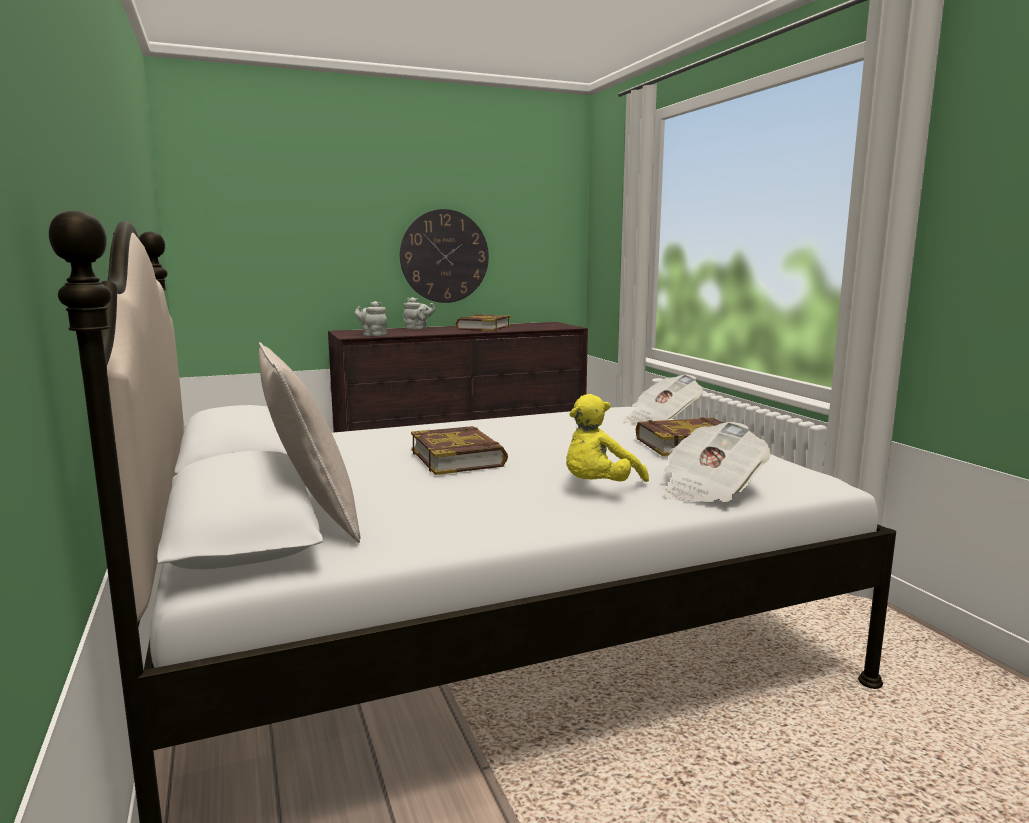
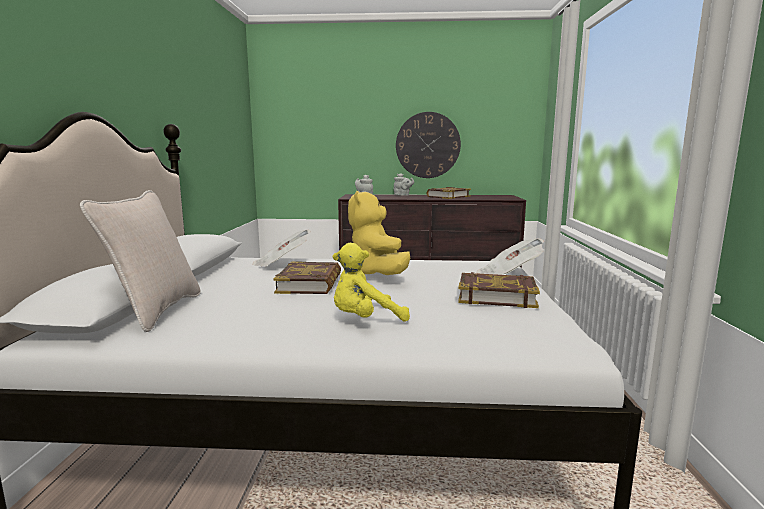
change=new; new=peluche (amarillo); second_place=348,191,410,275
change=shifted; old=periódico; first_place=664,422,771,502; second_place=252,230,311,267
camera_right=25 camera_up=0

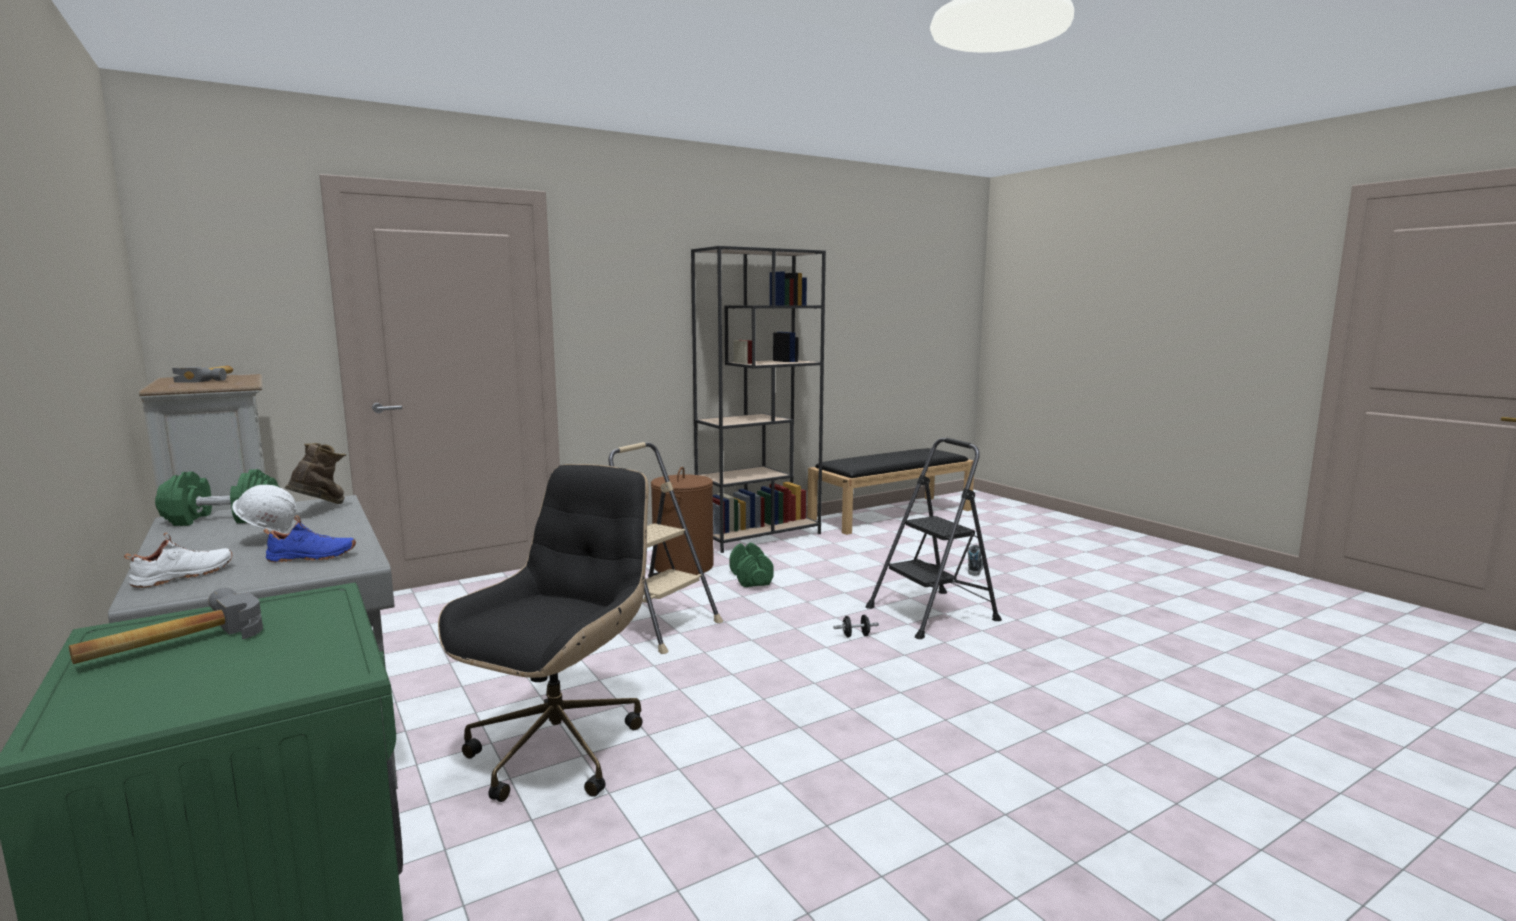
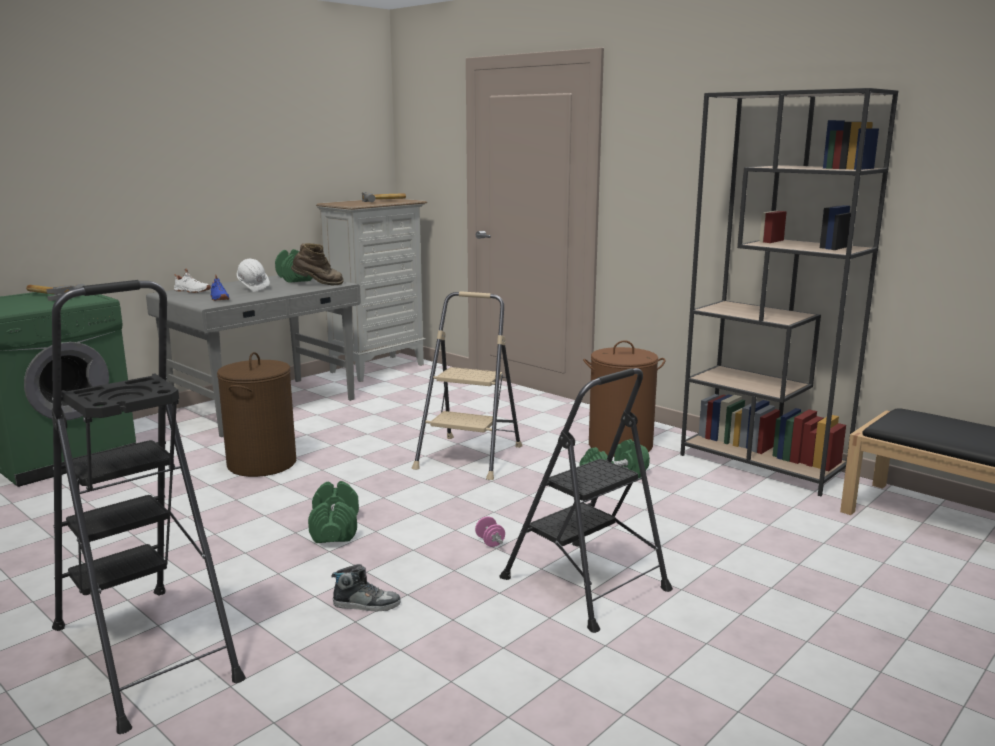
change=new; new=escalera de tijera; second_place=52,280,246,734
change=new; new=mancuerna (verde); second_place=308,481,359,543
change=shifted; old=zapato; first_place=967,545,983,576; second_place=331,564,401,611
change=swapped; old=silla de oficina (negro); new=cesto de la ropa (marrón); first_place=438,464,649,802; second_place=217,352,296,477
change=repainted; old=mancuerna (negro); new=mancuerna (rosa); first_place=833,615,879,638; second_place=475,516,505,547
camera_right=75 camera_up=5

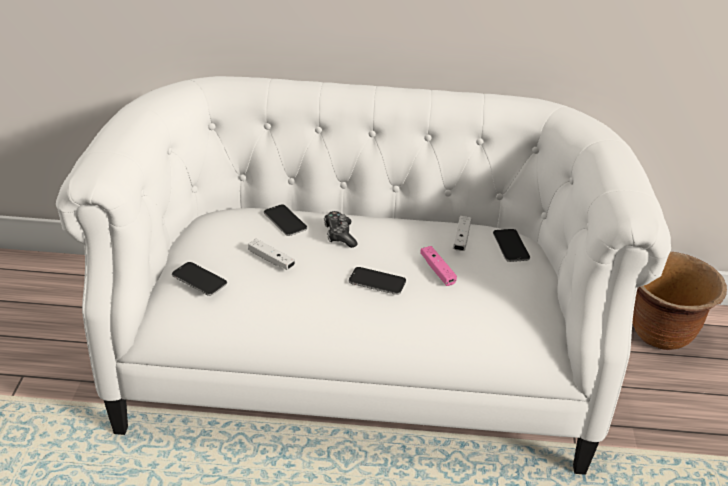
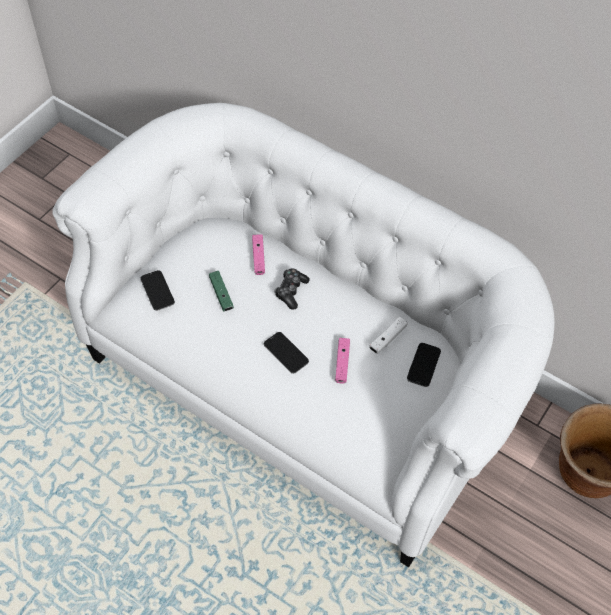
change=swapped; old=móvil; new=mando de consola (rosa); first_place=264,204,307,236; second_place=252,234,265,275
change=repainted; old=mando de consola (blanco); new=mando de consola (verde); first_place=248,239,295,270; second_place=209,271,234,311
camera_right=30 camera_up=20

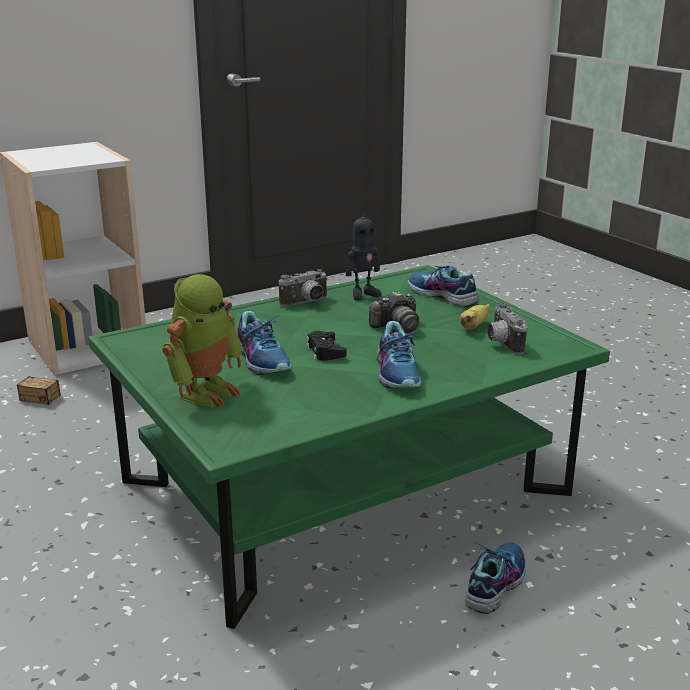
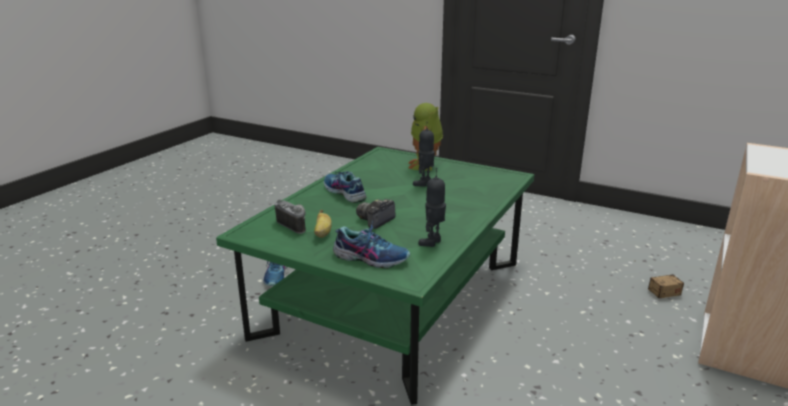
change=gone; old=cámara; first_place=279,269,328,307
change=gone; old=mando de consola (negro); first_place=306,331,346,361
change=swapped; old=zapato; new=robot de juguete; first_place=237,311,291,375; second_place=413,128,435,187
camera_right=150 camera_up=0

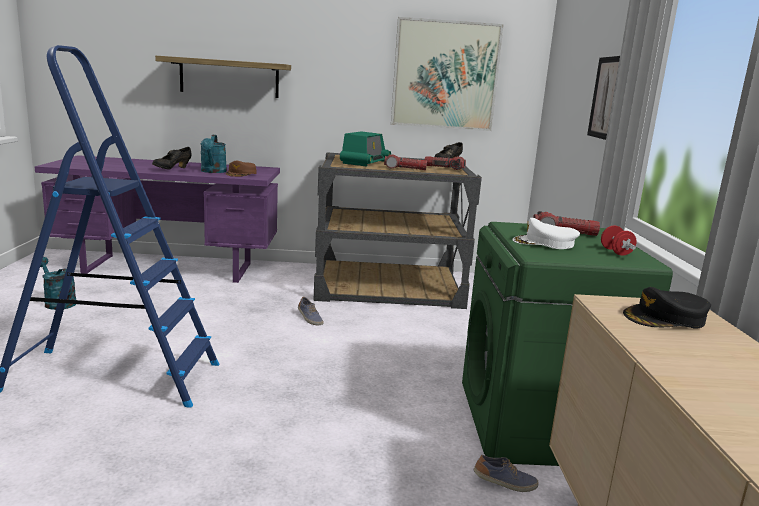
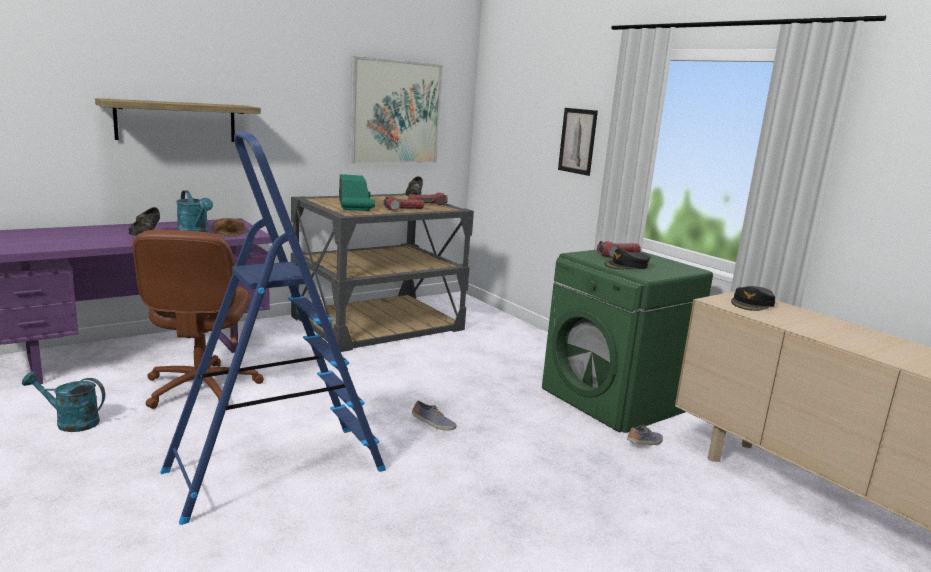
change=gone; old=mancuerna (rojo); first_place=601,225,637,256
change=new; new=silla de oficina (marrón); second_place=133,230,264,409
change=shifted; old=zapato; first_place=298,297,324,325; second_place=412,401,456,430
change=repainted; old=gorra (blanco); new=gorra (negro); first_place=512,218,580,249; second_place=605,248,650,269
camera_right=-35 camera_up=0

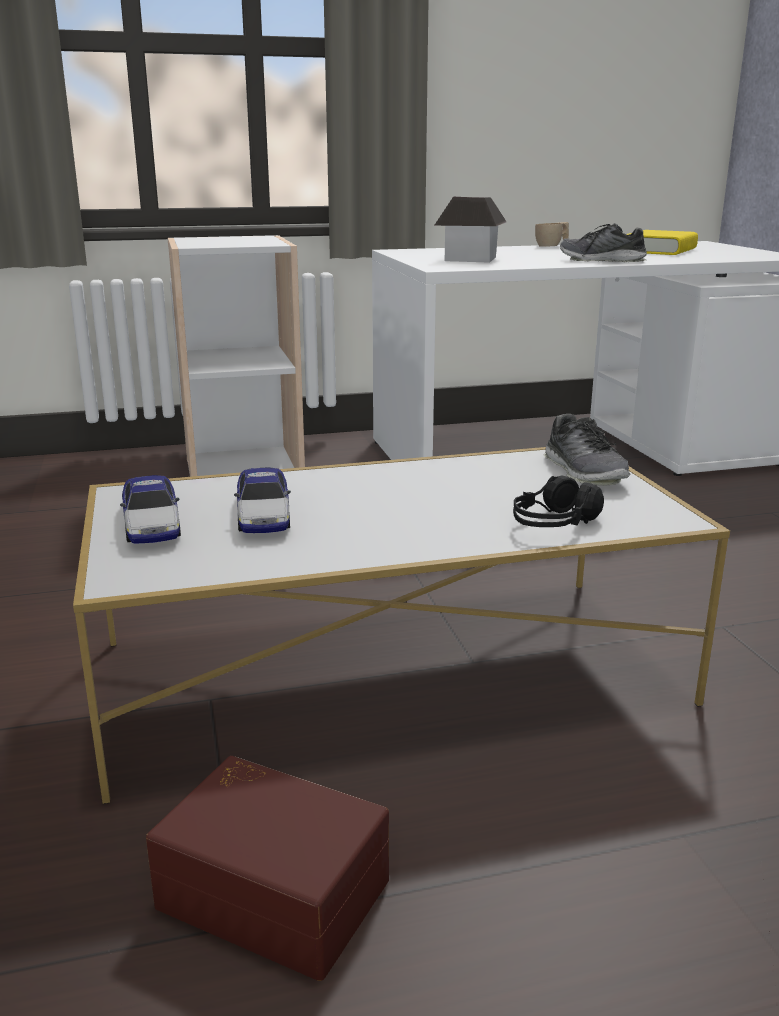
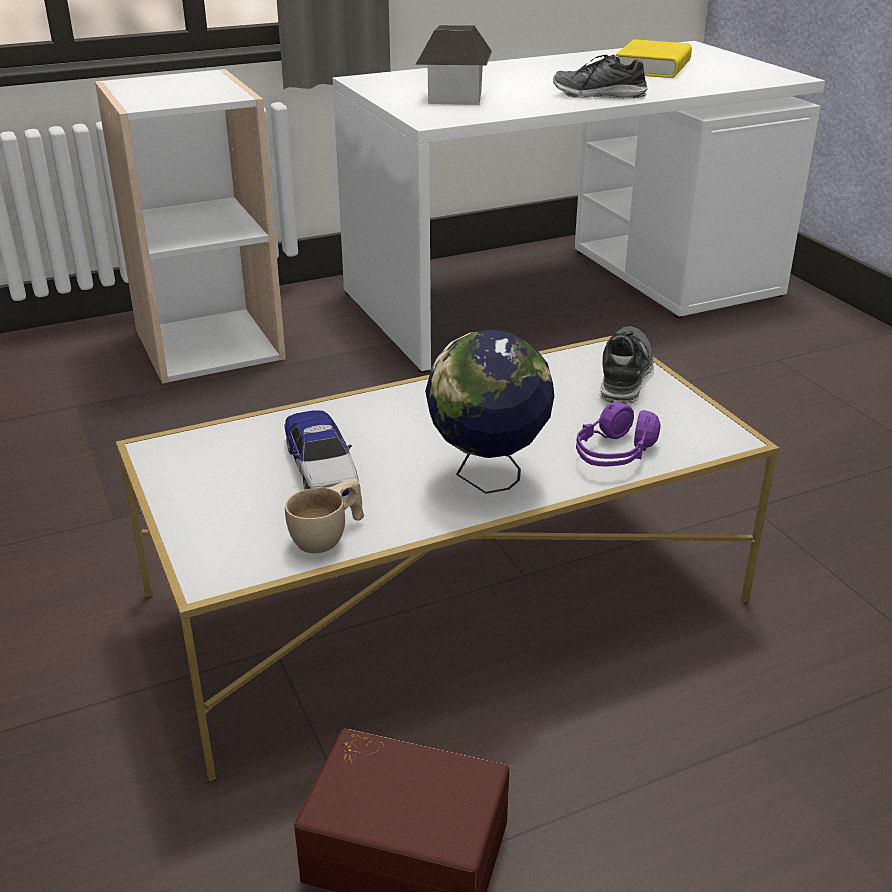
change=gone; old=coche de juguete; first_place=120,475,181,543
change=new; new=globo terráqueo; second_place=425,330,554,494
change=shifted; old=taza (beis); first_place=535,222,569,247; second_place=285,478,364,553
change=repainted; old=auriculares (negro); new=auriculares (morado); first_place=513,476,604,527; second_place=576,402,661,467
change=rotated; old=zapato; first_place=544,414,631,486; second_place=599,327,654,405; degrees=-135
camera_right=-10 camera_up=10

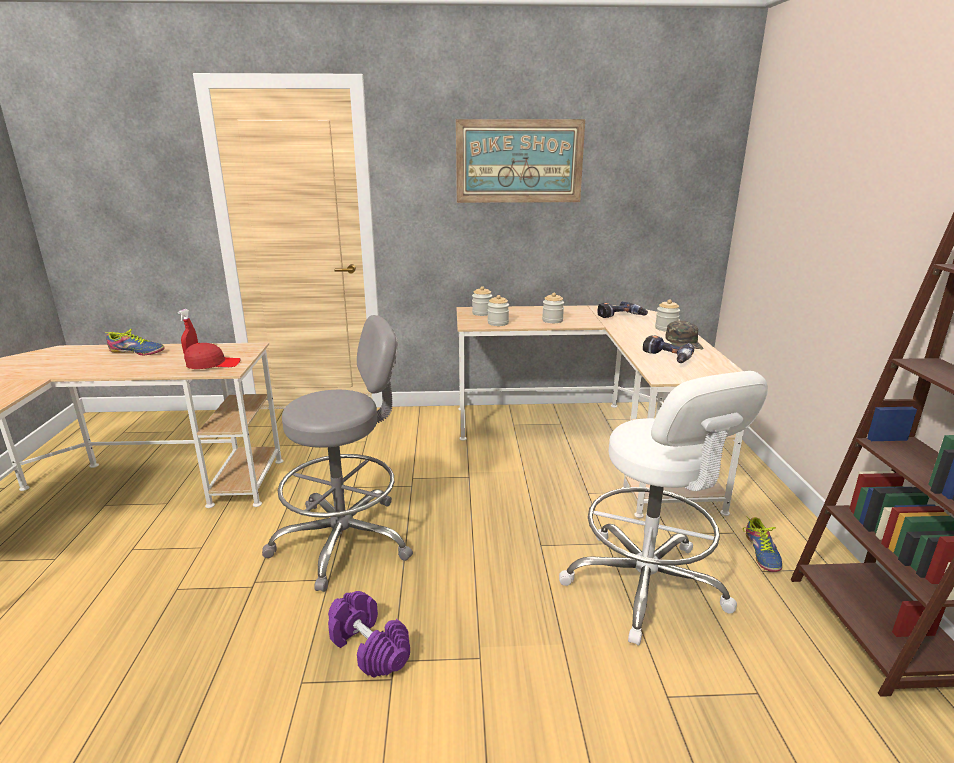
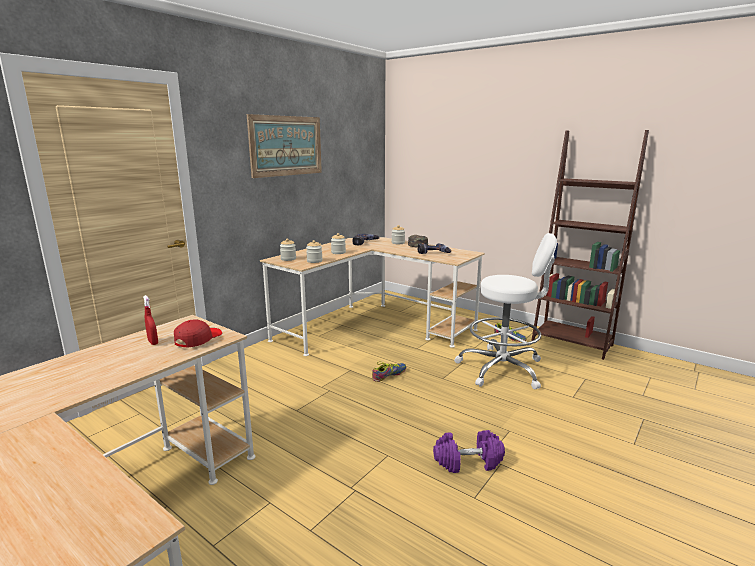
change=gone; old=taburete (gris); first_place=262,315,413,592
change=shifted; old=zapato; first_place=104,328,165,355; second_place=372,362,407,382
camera_right=-50 camera_up=-5

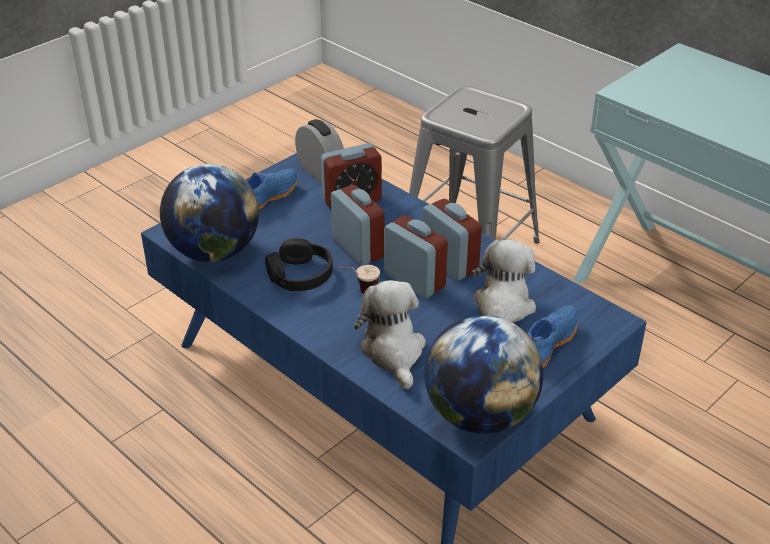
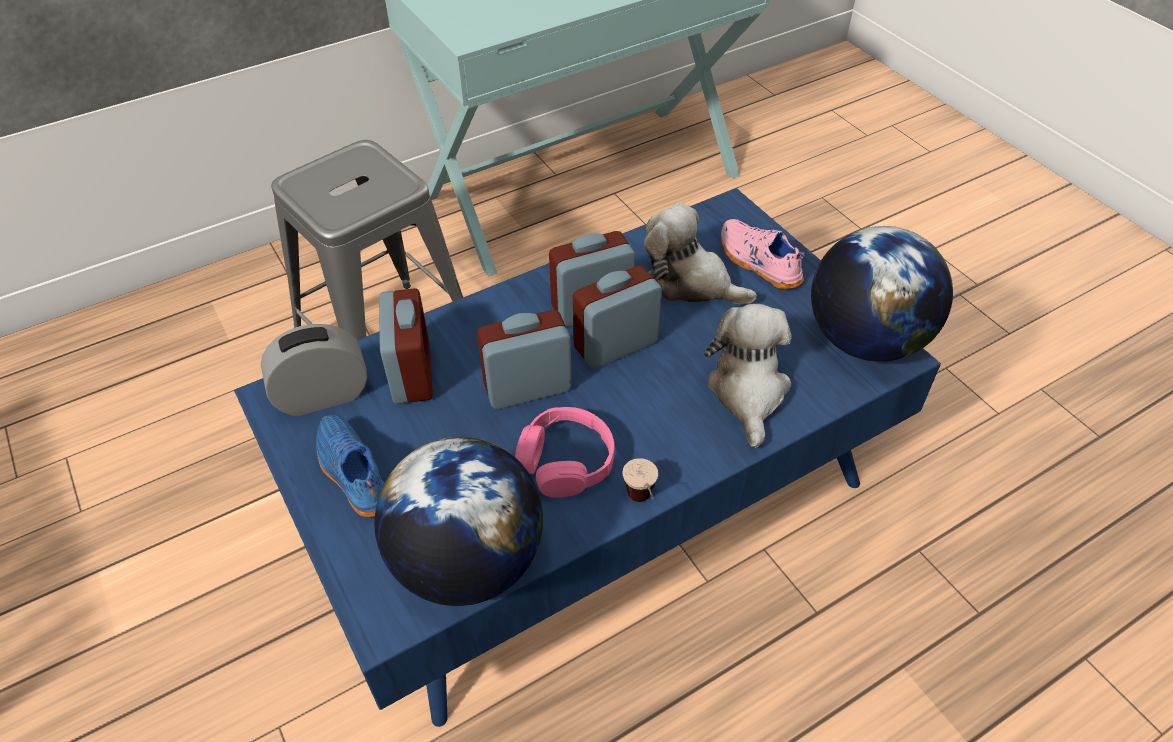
change=shifted; old=taza; first_place=338,265,380,294; second_place=623,458,658,502
change=repainted; old=auriculares (negro); new=auriculares (rosa); first_place=265,238,333,291; second_place=515,407,615,498
change=repainted; old=zapato (azul); new=zapato (rosa); first_place=528,305,579,368; second_place=721,219,806,289
change=rotated; old=peluche; first_place=354,280,426,390; second_place=704,304,792,448; degrees=90
camera_right=-75 camera_up=10

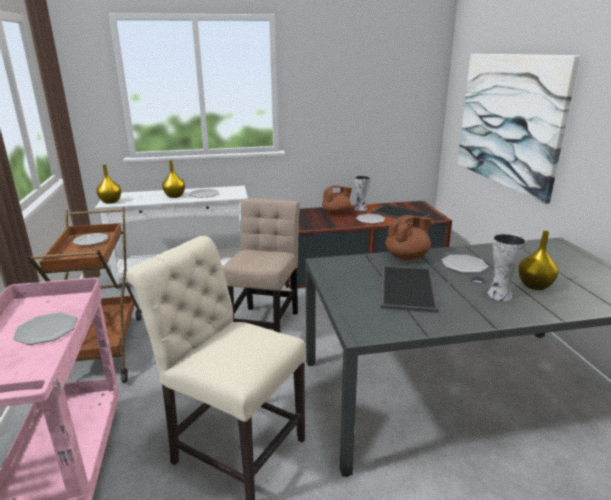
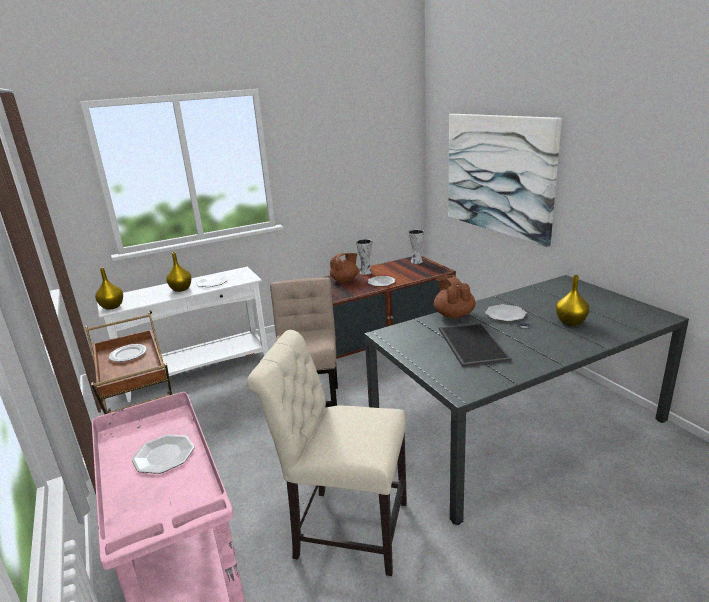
change=gone; old=bandeja; first_place=371,204,431,222
change=shifted; old=florero; first_place=487,233,527,301; second_place=408,229,424,264
change=rotated; old=tetera (marrón); first_place=385,215,432,260; second_place=434,275,476,319; degrees=-60
camera_right=-15 camera_up=0

